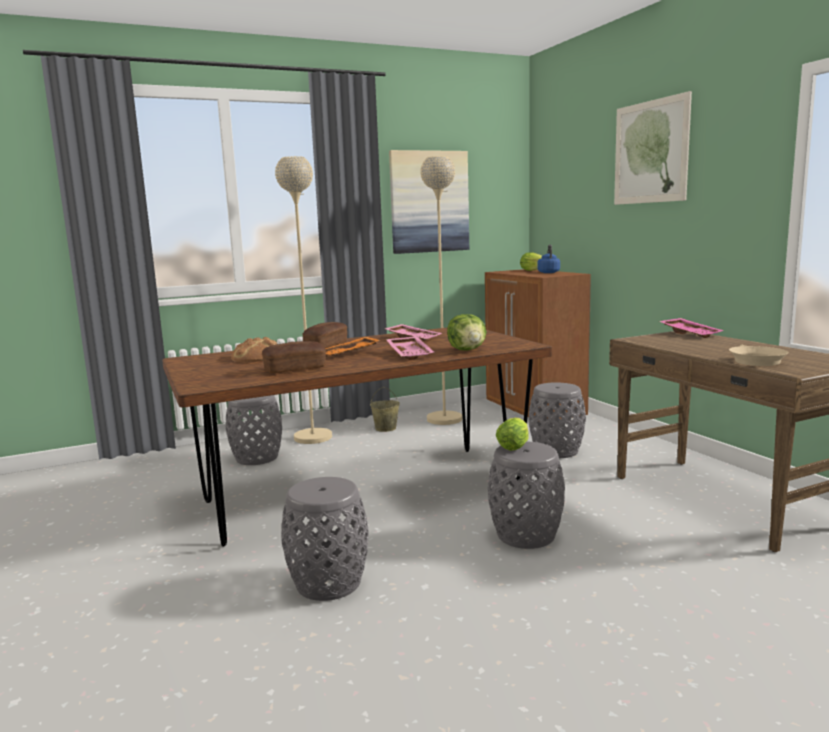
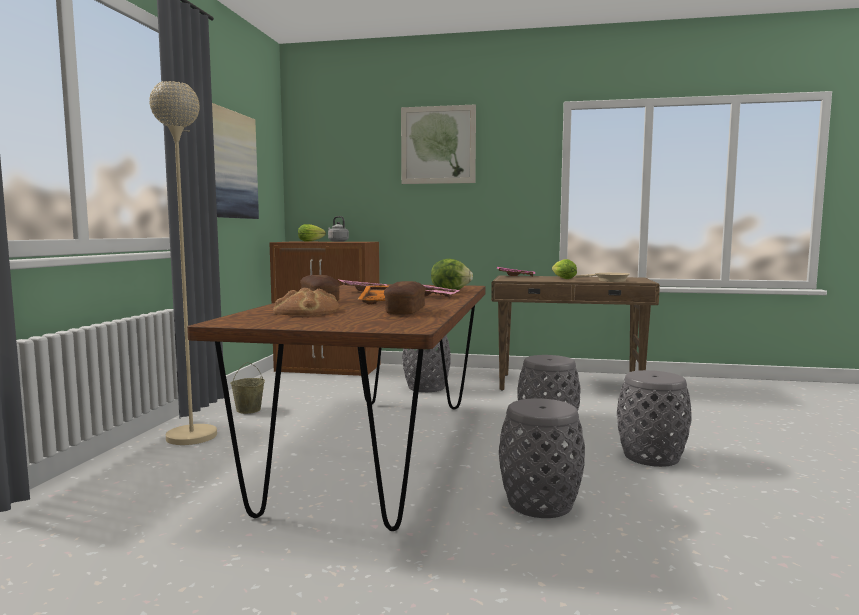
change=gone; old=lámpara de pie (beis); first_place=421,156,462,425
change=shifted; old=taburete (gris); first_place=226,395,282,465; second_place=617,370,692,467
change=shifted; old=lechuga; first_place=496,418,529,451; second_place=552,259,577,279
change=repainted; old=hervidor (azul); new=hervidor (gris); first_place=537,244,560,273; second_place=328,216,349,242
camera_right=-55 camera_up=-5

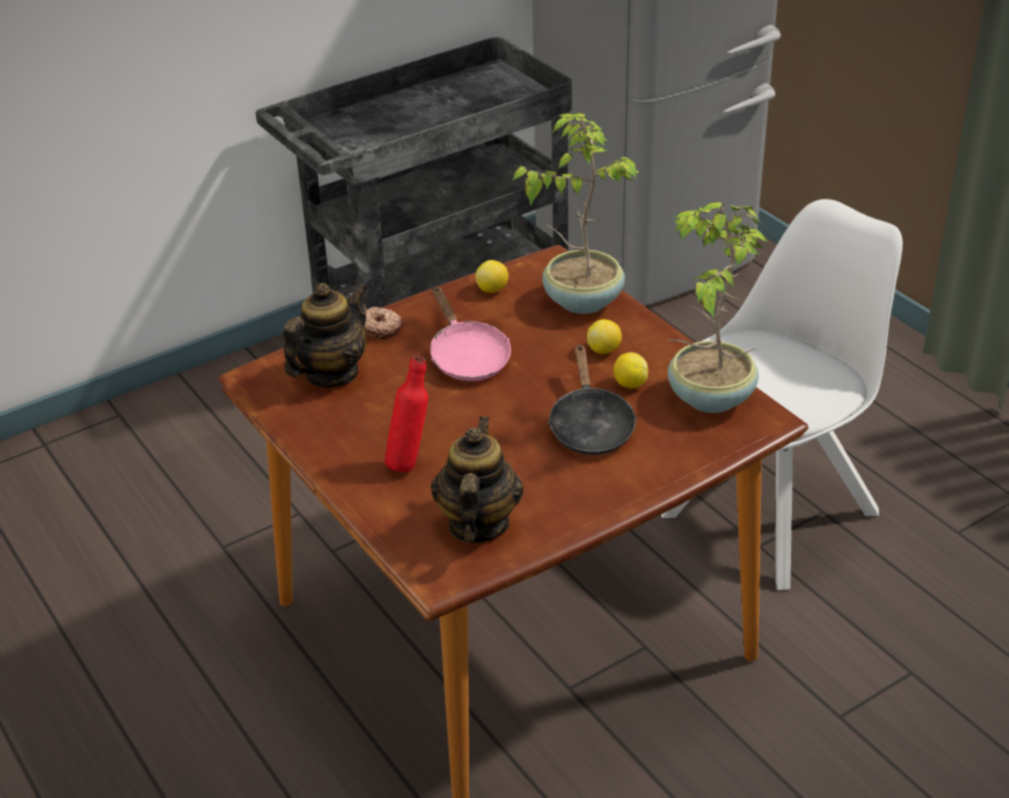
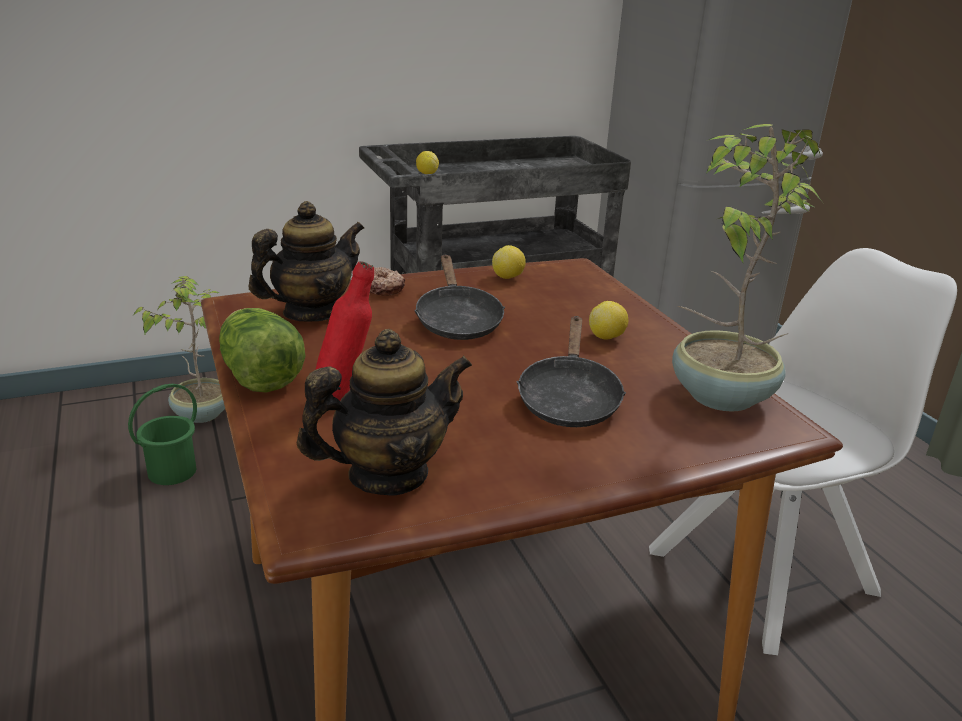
change=new; new=cubo (verde); second_place=128,384,197,485
change=new; new=lechuga; second_place=219,308,306,393
change=shifted; old=planta en maceta; first_place=512,113,640,314; second_place=134,276,225,423
change=shifted; old=limón; first_place=613,352,648,389; second_place=416,151,439,174
change=repainted; old=sartén (rosa); new=sartén (negro); first_place=430,286,511,381; second_place=414,255,505,340
change=rotated; old=tetera; first_place=431,416,524,543; second_place=297,329,472,496; degrees=45
camera_right=10 camera_up=-10

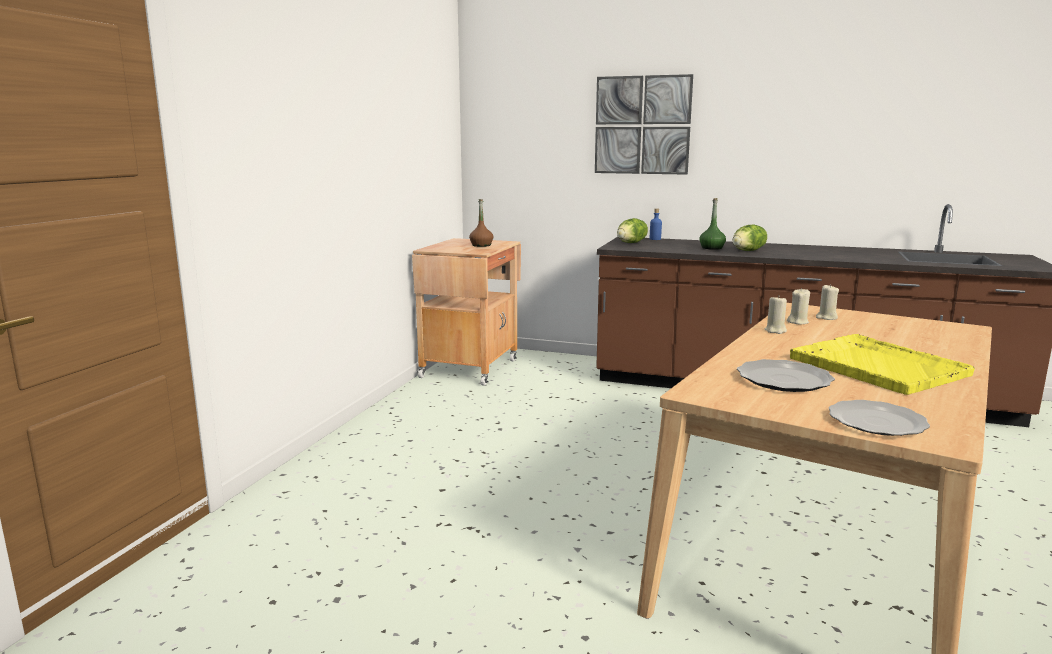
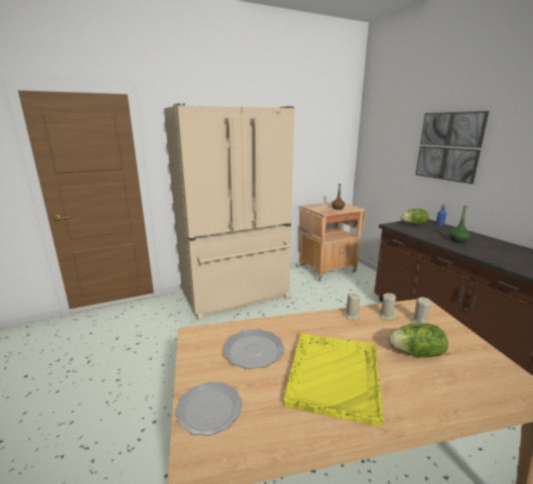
change=new; new=nevera (beis); second_place=164,103,295,321
change=shifted; old=lechuga; first_place=732,224,767,251; second_place=388,323,448,357
camera_right=45 camera_up=5

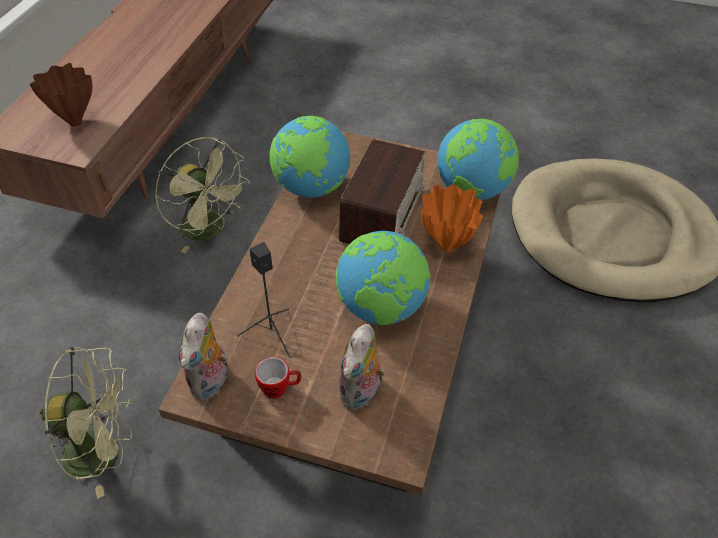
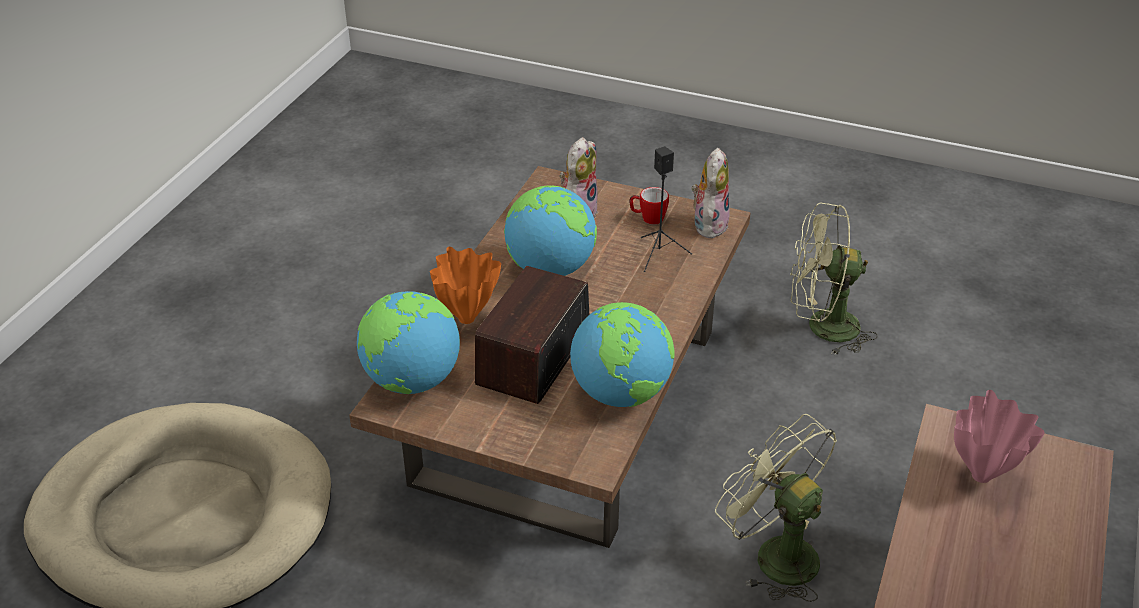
change=repainted; old=florero (marrón); new=florero (rosa); first_place=30,63,92,127; second_place=954,390,1044,483
camera_right=-175 camera_up=-10

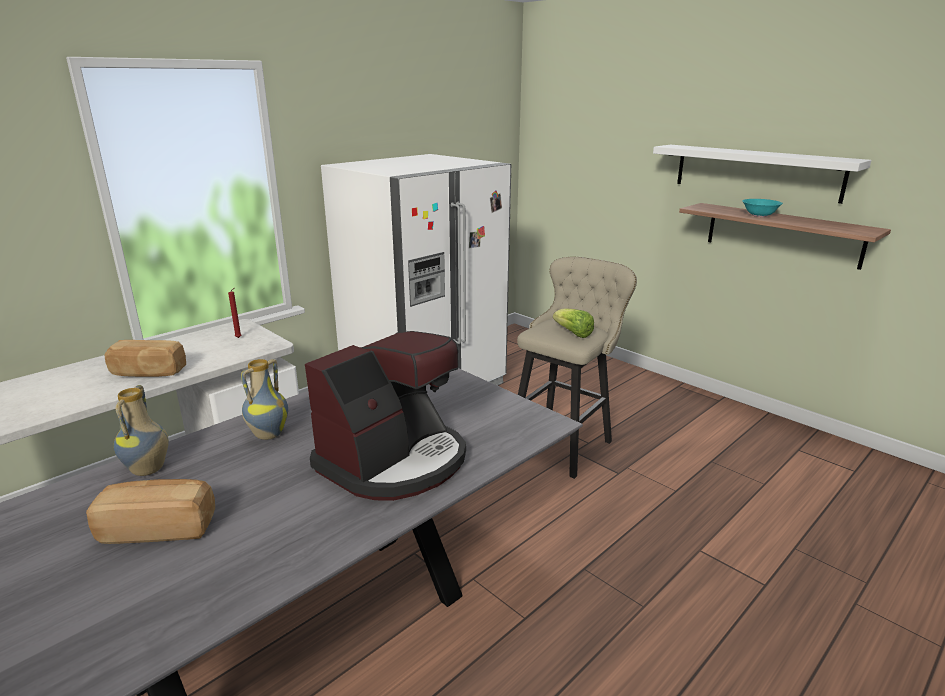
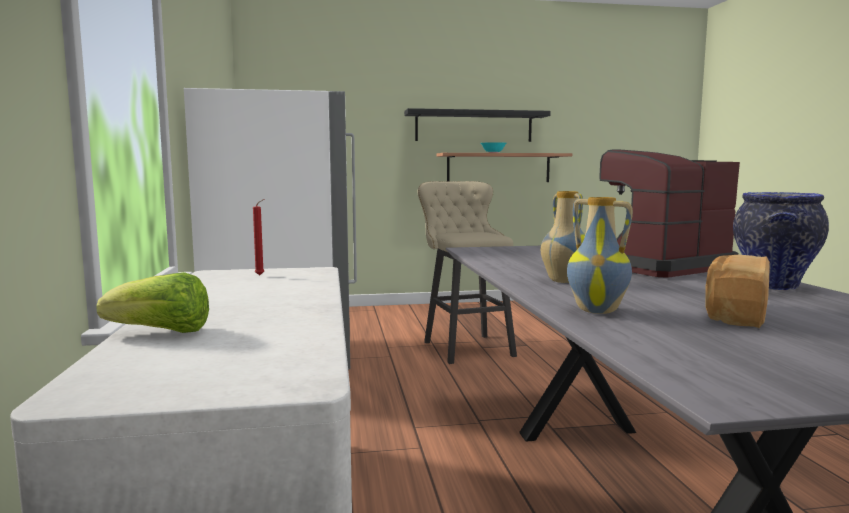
change=gone; old=pan; first_place=104,340,186,377
change=new; new=florero; second_place=733,192,829,290
change=shifted; old=lechuga; first_place=553,308,594,338; second_place=96,272,209,333
change=repainted; old=estante (blanco); new=estante (negro); first_place=653,145,871,204; second_place=404,108,551,142
change=rotated; old=cafetera; first_place=305,331,466,501; second_place=599,150,740,278; degrees=-105
camera_right=-55 camera_up=-15

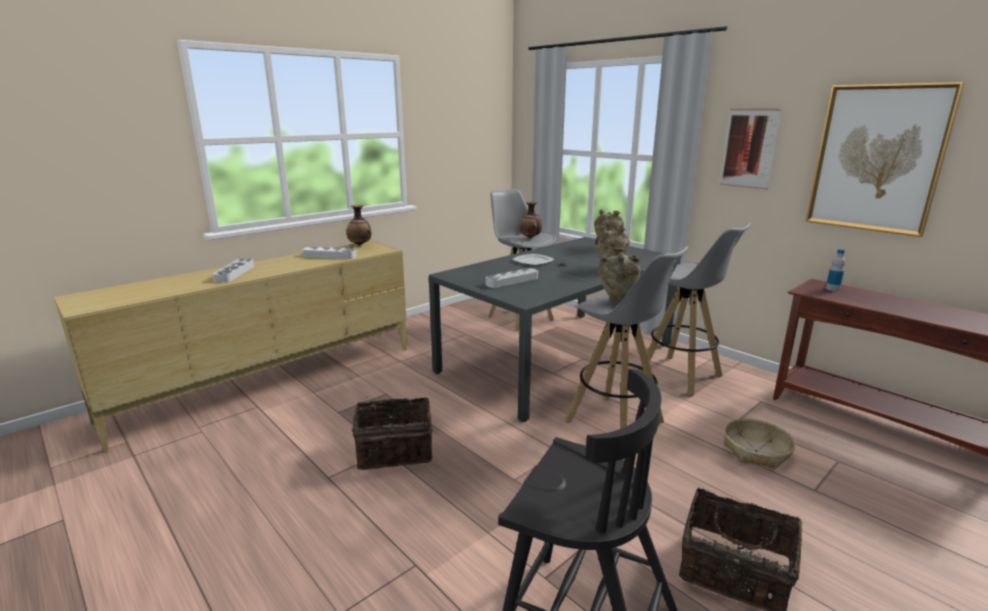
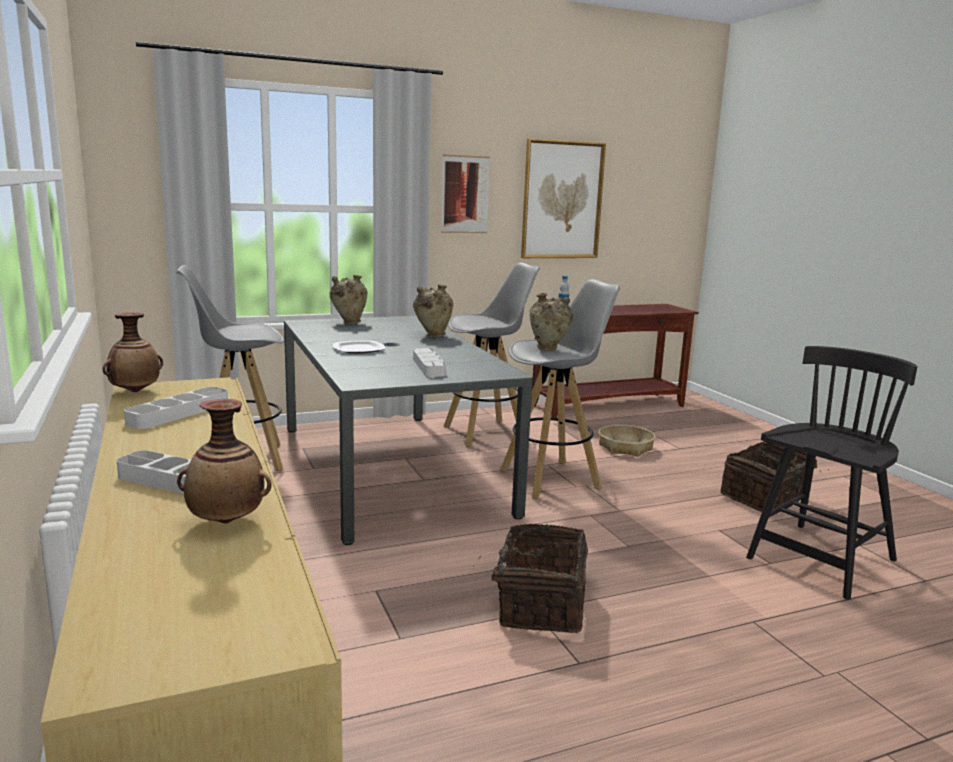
change=shifted; old=florero; first_place=520,202,542,238; second_place=177,399,272,524
camera_right=-70 camera_up=-5

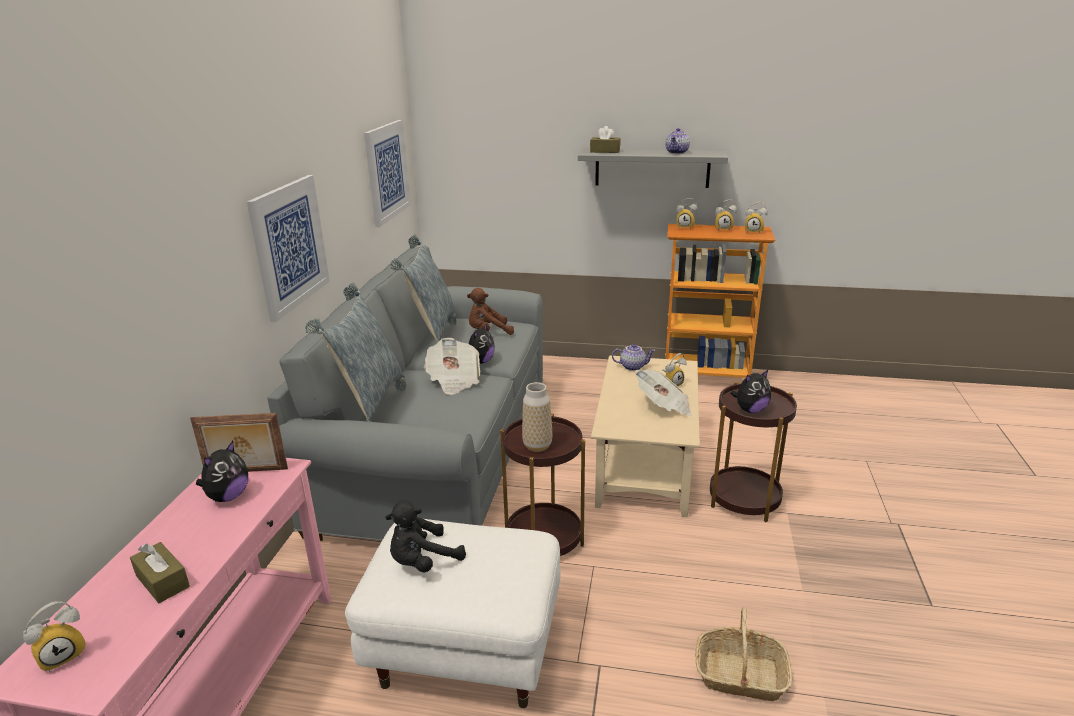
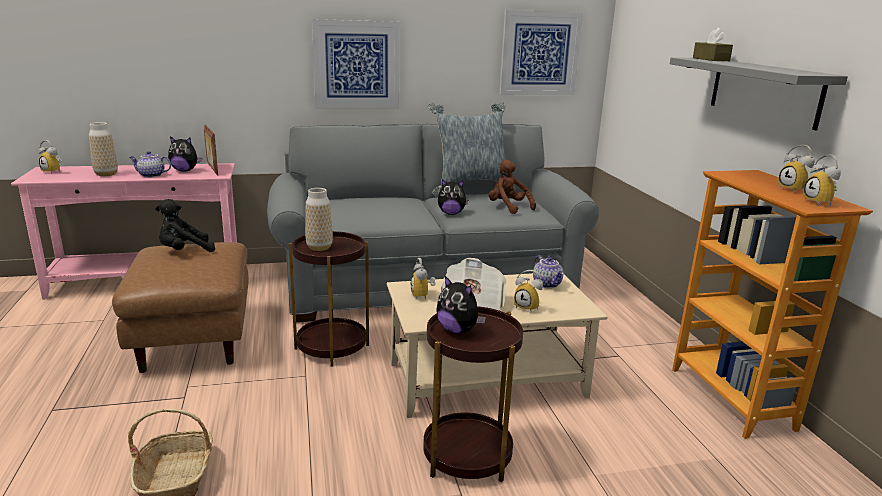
change=gone; old=cojín; first_place=305,282,407,422
change=gone; old=periódico; first_place=424,338,480,395
change=shifted; old=tetera; first_place=666,128,690,154; second_place=129,151,171,178
change=shifted; old=despertador; first_place=677,198,698,229; second_place=411,258,436,299
change=swapped; old=caja de pañuelos (marrón); new=florero; first_place=130,542,190,603; second_place=89,122,118,176
change=repainted; old=puf (blanco); new=puf (marrón); first_place=345,519,561,708; second_place=112,242,249,373
change=rotated; old=peluche (negro); first_place=385,500,466,573; second_place=155,199,215,252; degrees=-60
camera_right=65 camera_up=-5

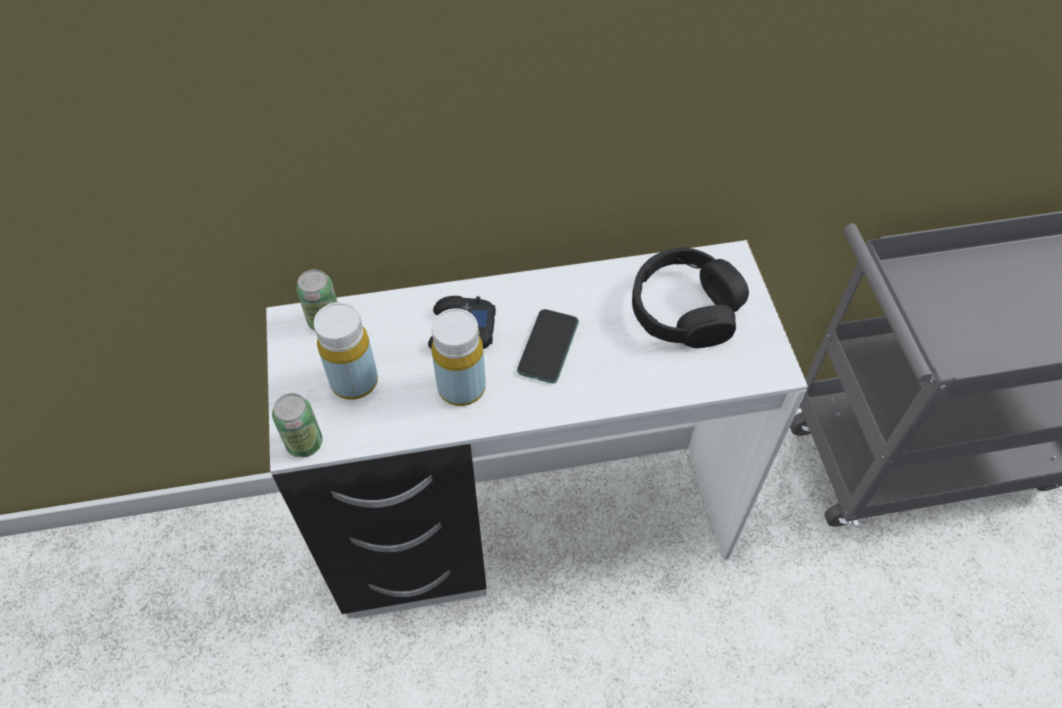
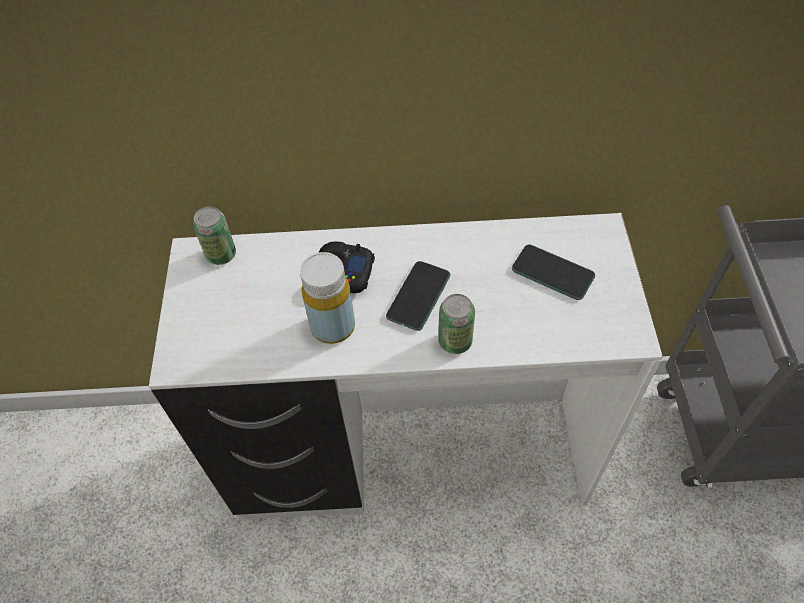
change=gone; old=botella (amarillo); first_place=314,302,378,400
change=shifted; old=lata; first_place=272,393,323,458; second_place=439,294,475,354
change=swapped; old=auriculares (negro); new=móvil; first_place=632,247,749,348; second_place=512,244,595,300
camera_right=10 camera_up=0

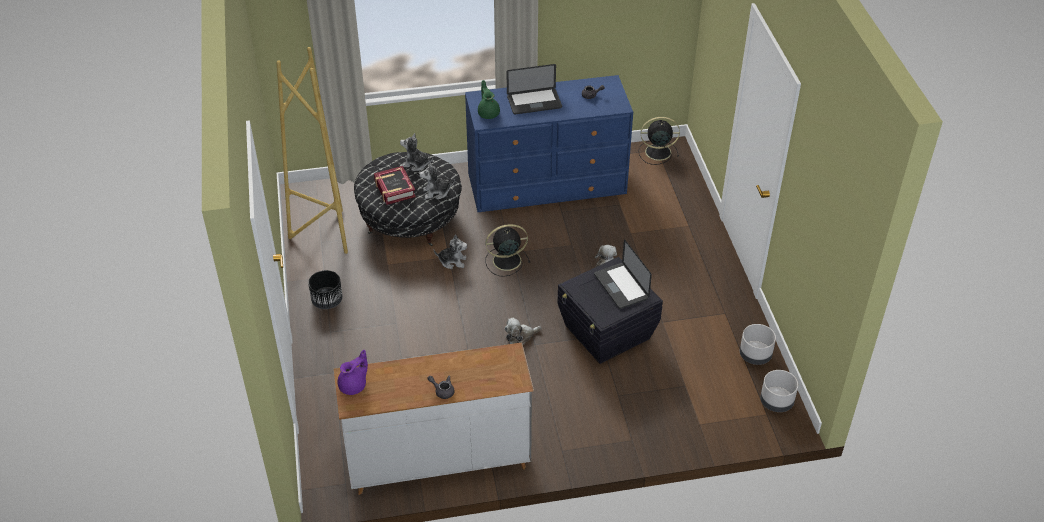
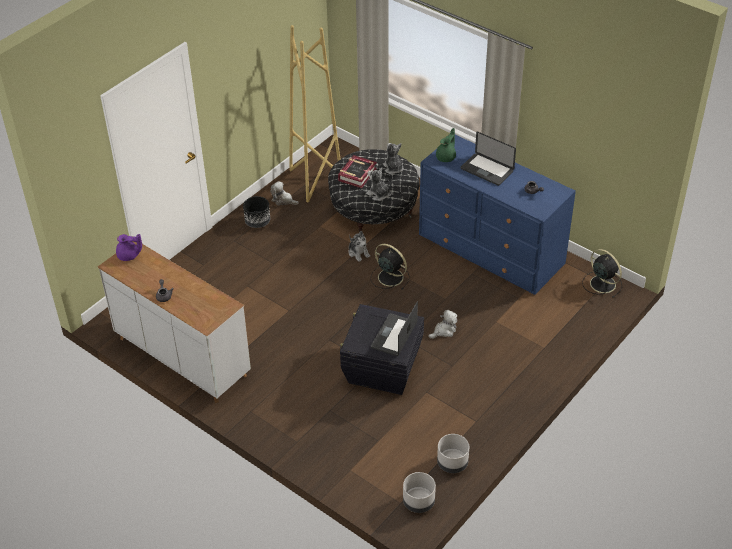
change=shifted; old=peluche; first_place=505,318,541,345; second_place=270,181,299,205
camera_right=50 camera_up=0

